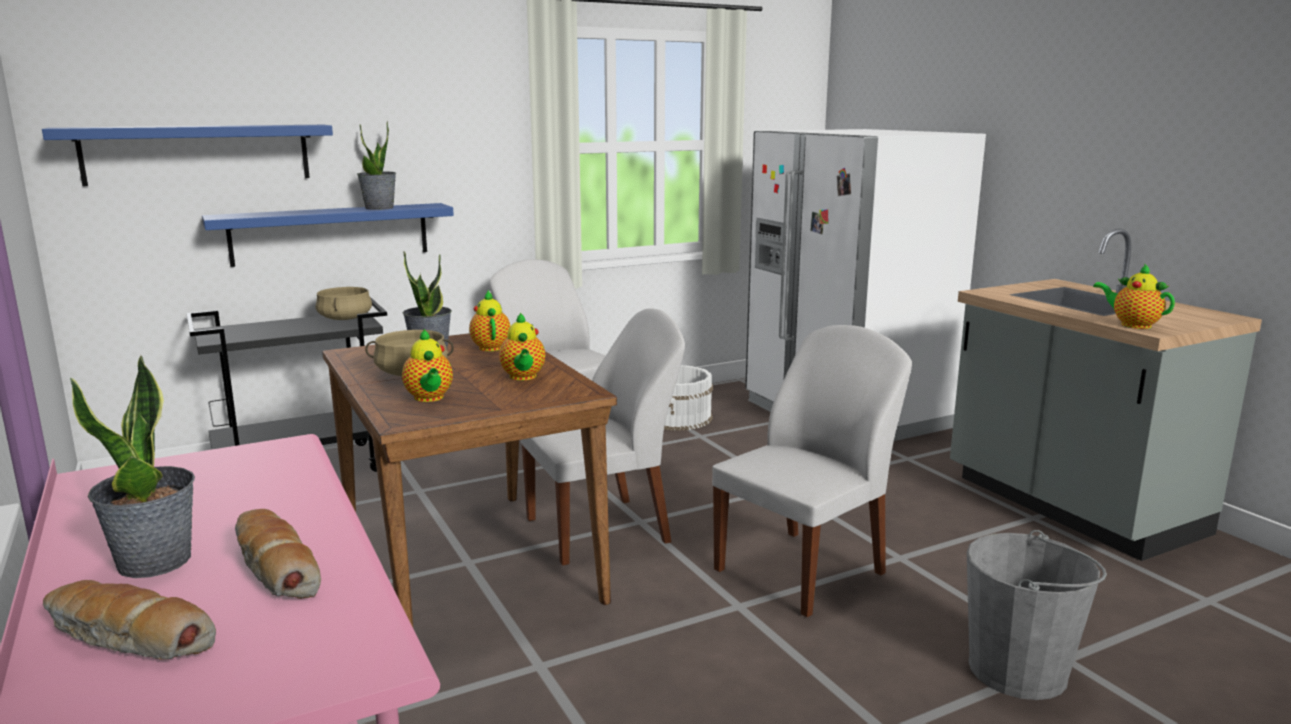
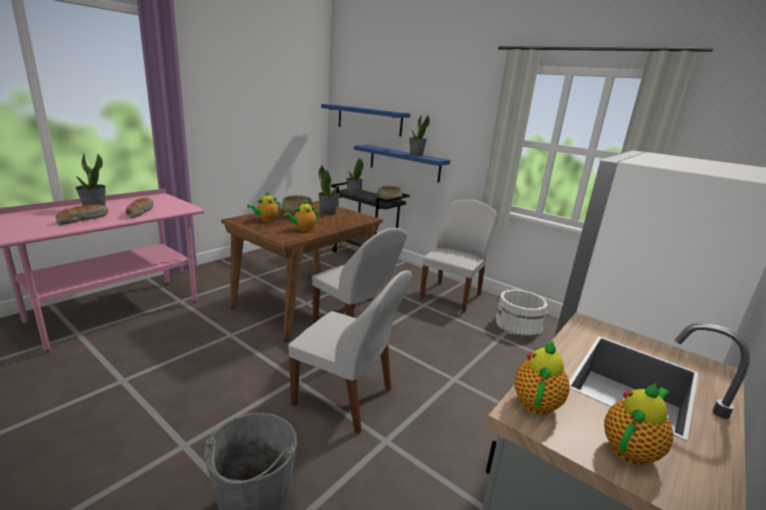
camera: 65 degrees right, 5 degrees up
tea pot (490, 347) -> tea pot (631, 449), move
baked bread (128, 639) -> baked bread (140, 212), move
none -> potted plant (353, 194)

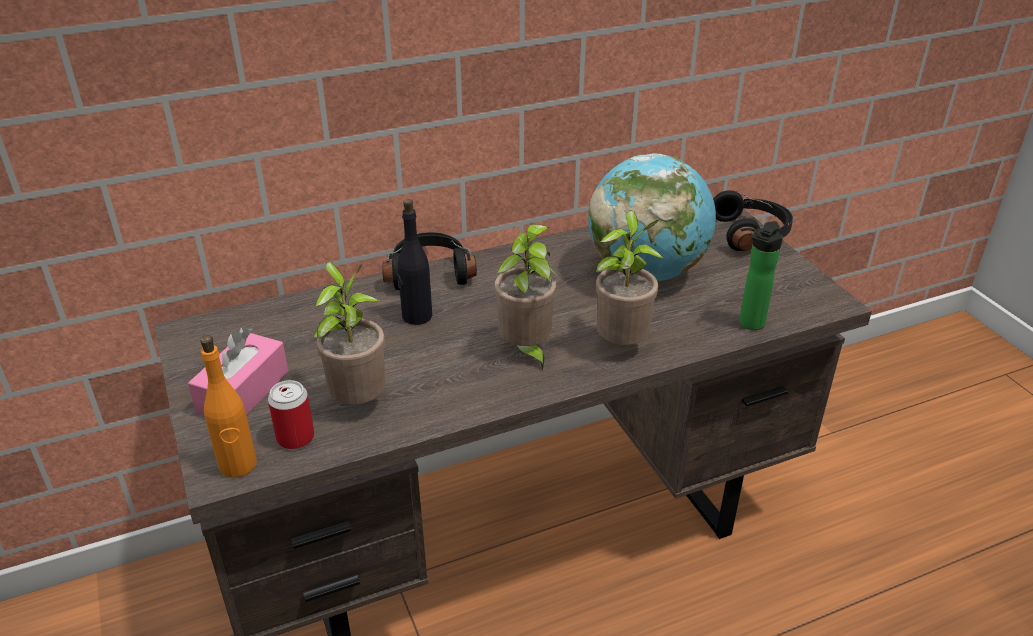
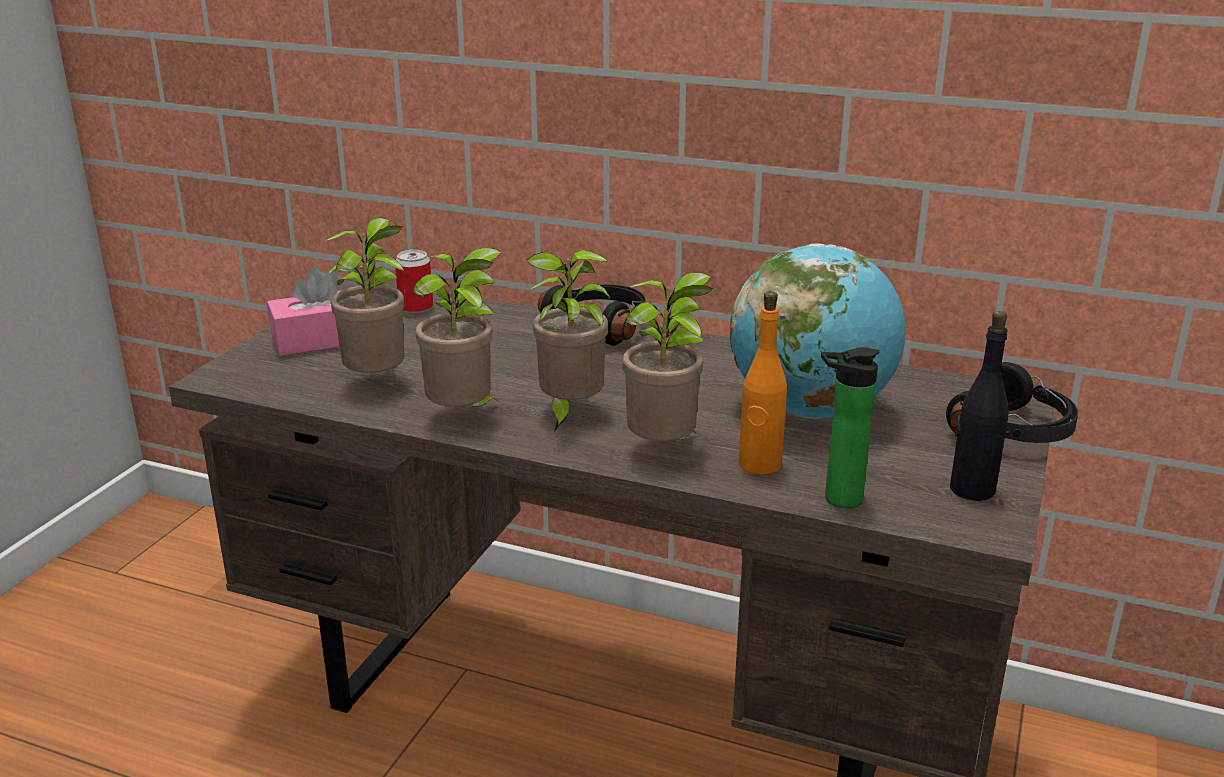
camera: 45 degrees right, 10 degrees down
blackish drink bottle (416, 316) -> blackish drink bottle (971, 489), move
orangey drink bottle (238, 465) -> orangey drink bottle (759, 465), move
can (295, 437) -> can (416, 307), move
none -> potted plant (464, 416)

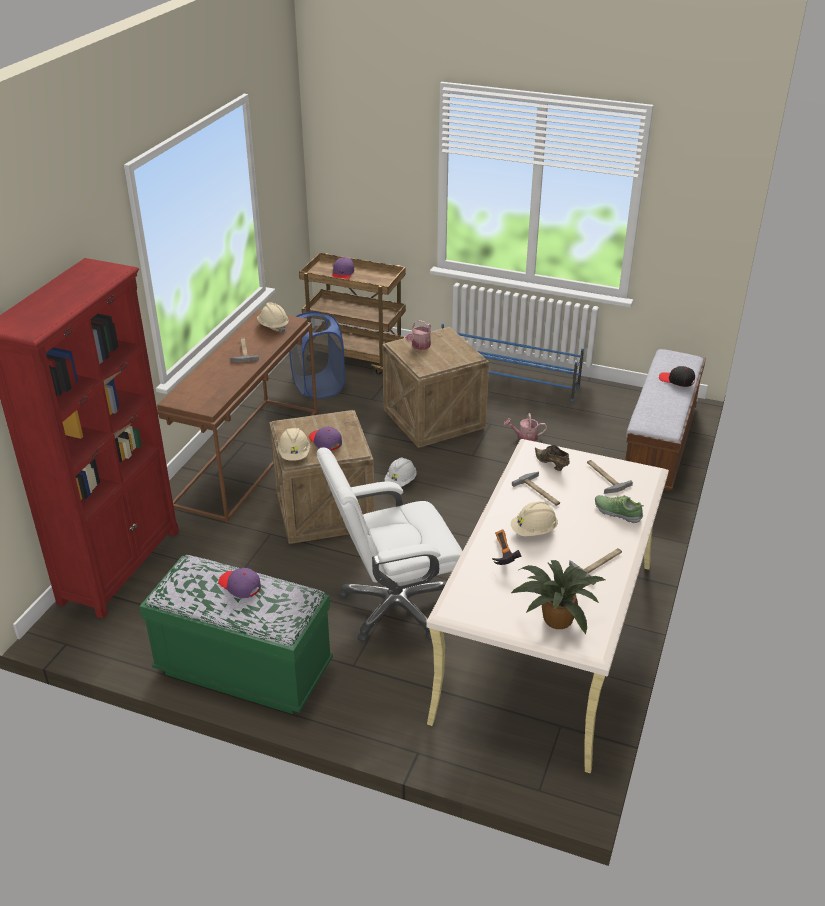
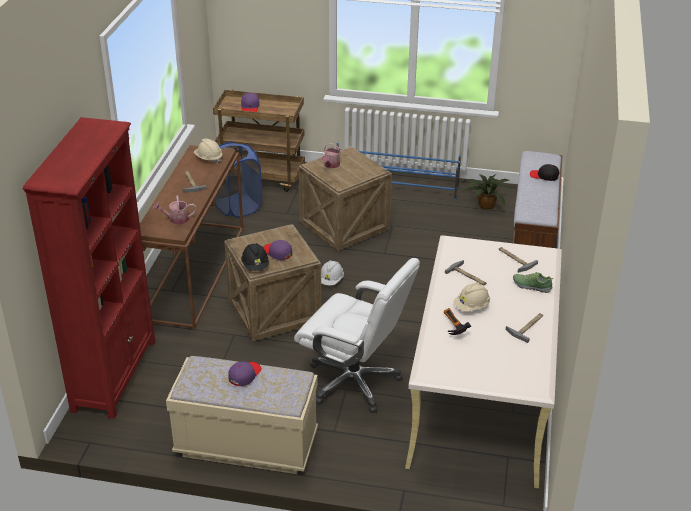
camera: 10 degrees left, 0 degrees up
watering can (524, 437) -> watering can (176, 219), move
sand-coloured safety helmet (294, 454) -> blackish safety helmet (255, 265)
brownish shoe (551, 464) -> none
white computer chair (394, 607) -> white computer chair (354, 382), 120 degrees counterclockwise
green long seat (244, 670) -> sand-coloured long seat (246, 445)
potted plant (555, 619) -> potted plant (484, 205), move
purple-coloured peaked cap (240, 586) -> purple-coloured peaked cap (244, 375), 90 degrees clockwise

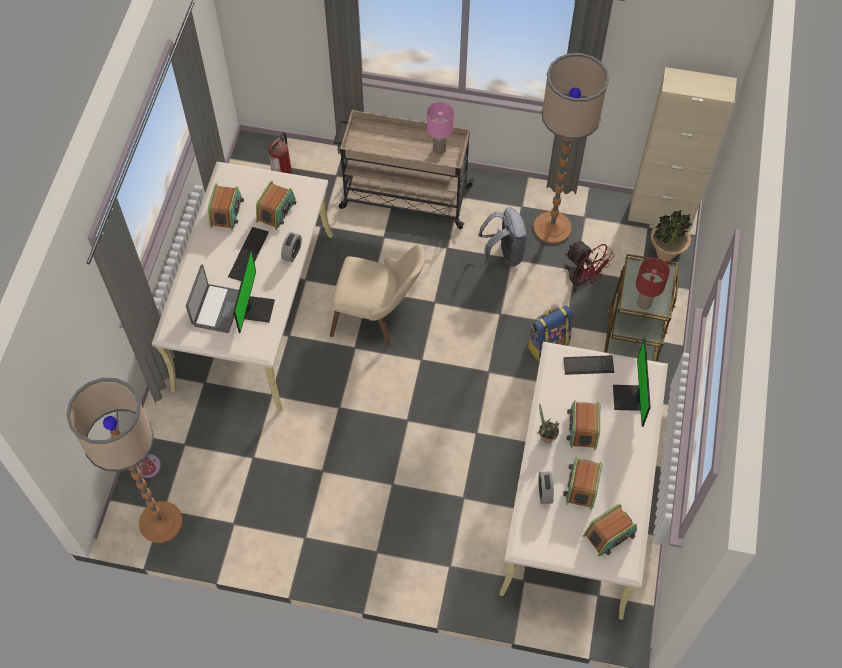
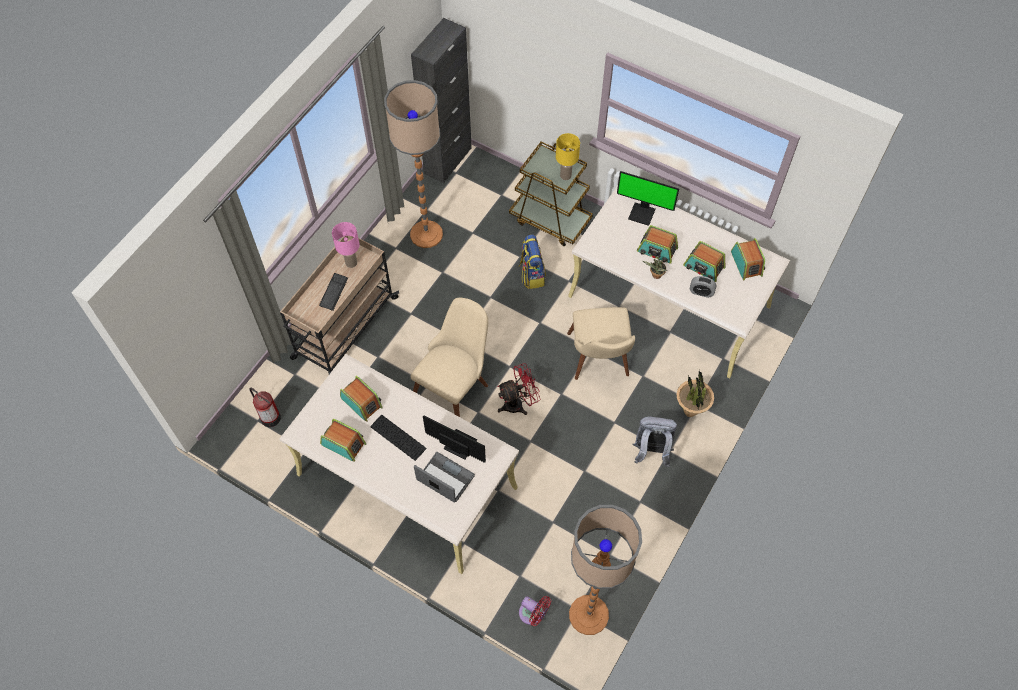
camera: 70 degrees left, 0 degrees up
sand-coloured cabinet (660, 214) -> blackish cabinet (448, 161)
greyish backpack (503, 254) -> greyish backpack (651, 451), move
potted plant (663, 258) -> potted plant (690, 412), move
table clock (292, 253) -> none
reddish electric fan (582, 280) -> reddish electric fan (518, 403), move
reddish lamp for a table (643, 303) -> yellow-coloured lamp for a table (565, 175)
keyboard (588, 365) -> keyboard (333, 292), move
none -> sand-coloured upright chair (600, 362)

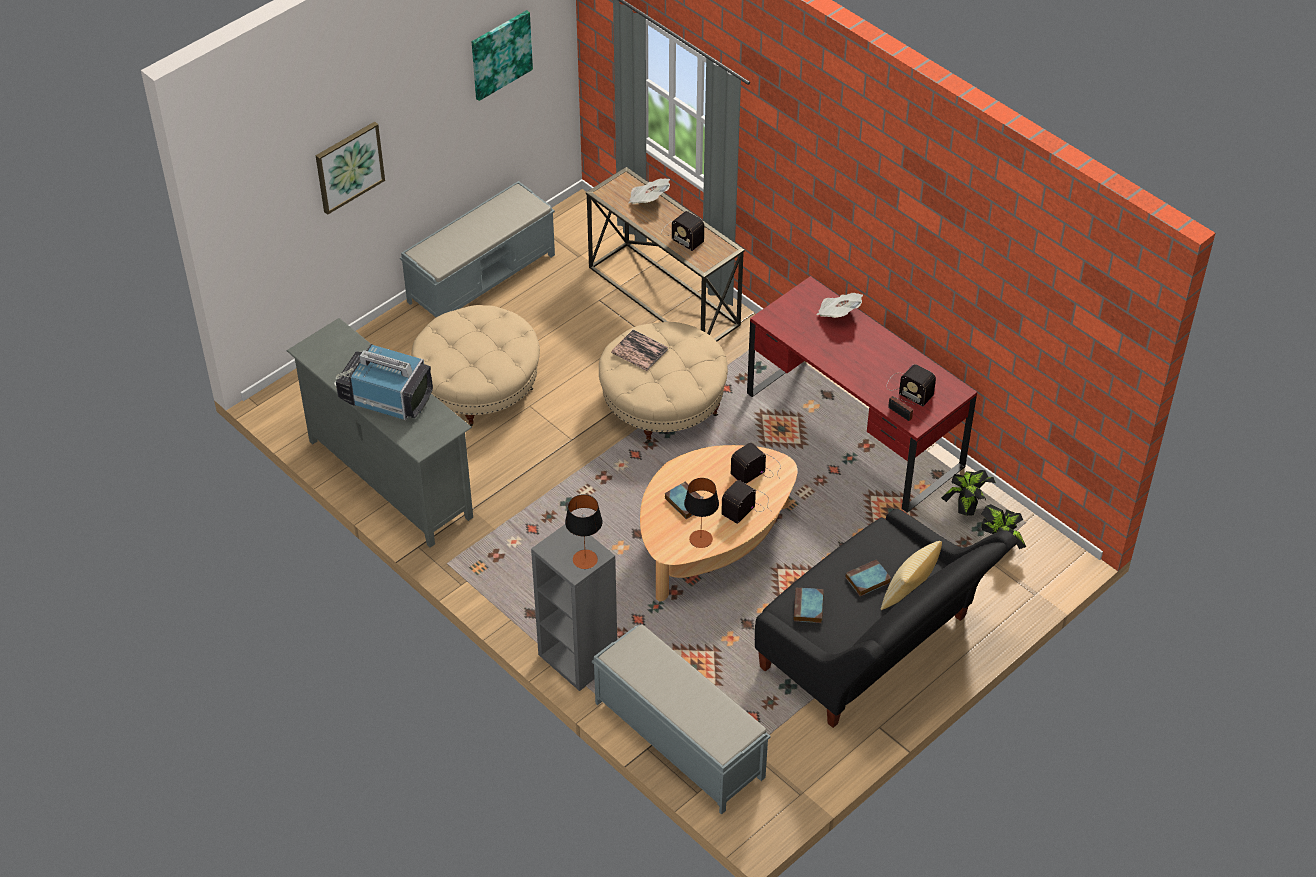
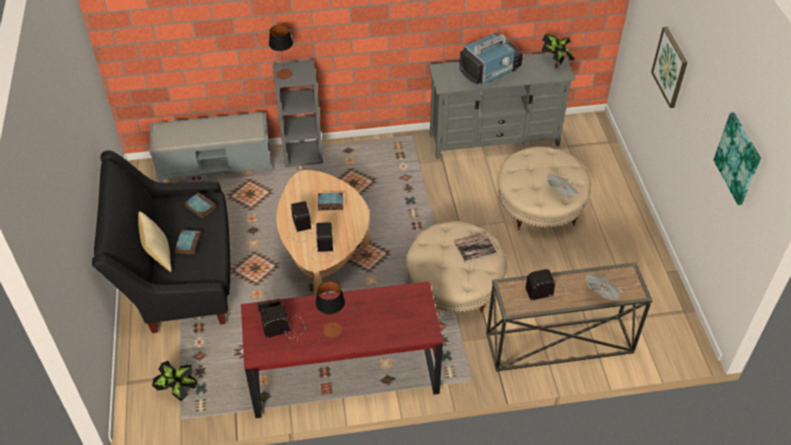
camera: 125 degrees right, 0 degrees up
greyish long seat (482, 277) -> none
printed paper (838, 313) -> printed paper (561, 192), move
potted plant (966, 506) -> potted plant (555, 64), move
lamp for a table (700, 539) -> lamp for a table (332, 329), move

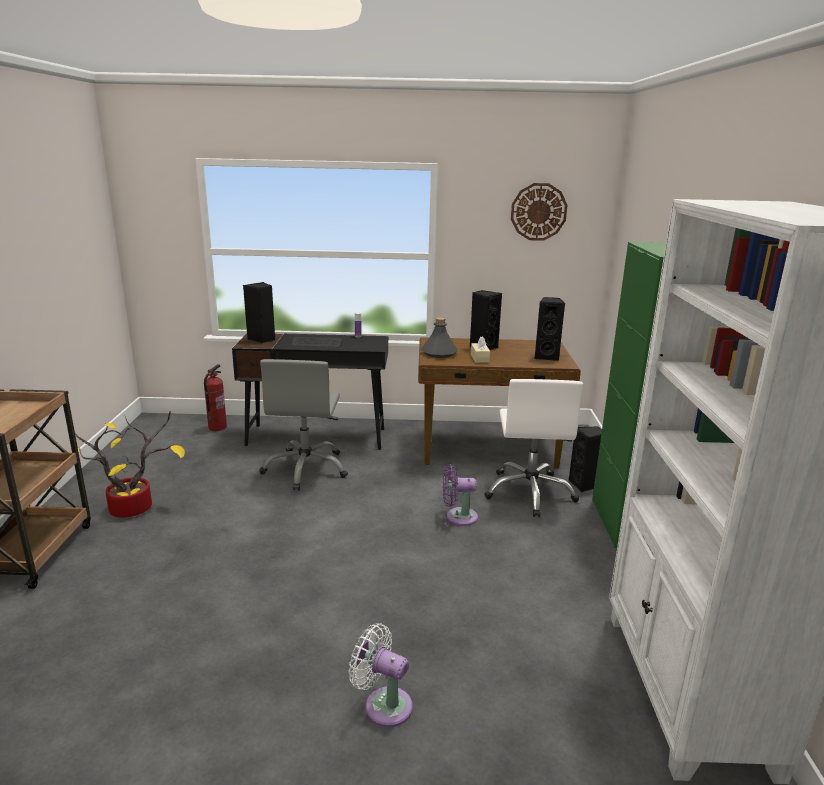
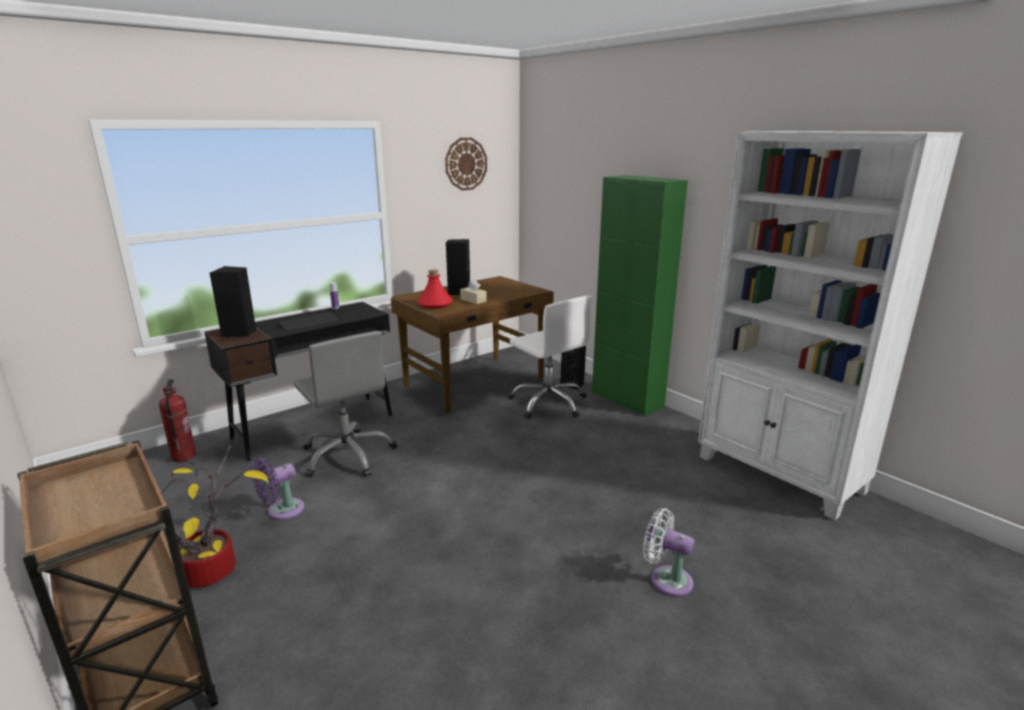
camera: 40 degrees left, 0 degrees up
blackish speaker (546, 356) -> none
greyish drink bottle (439, 353) -> reddish drink bottle (435, 304)
purple-coloured electric fan (458, 517) -> purple-coloured electric fan (281, 511), move
white electric fan (383, 704) -> white electric fan (667, 579), 45 degrees clockwise

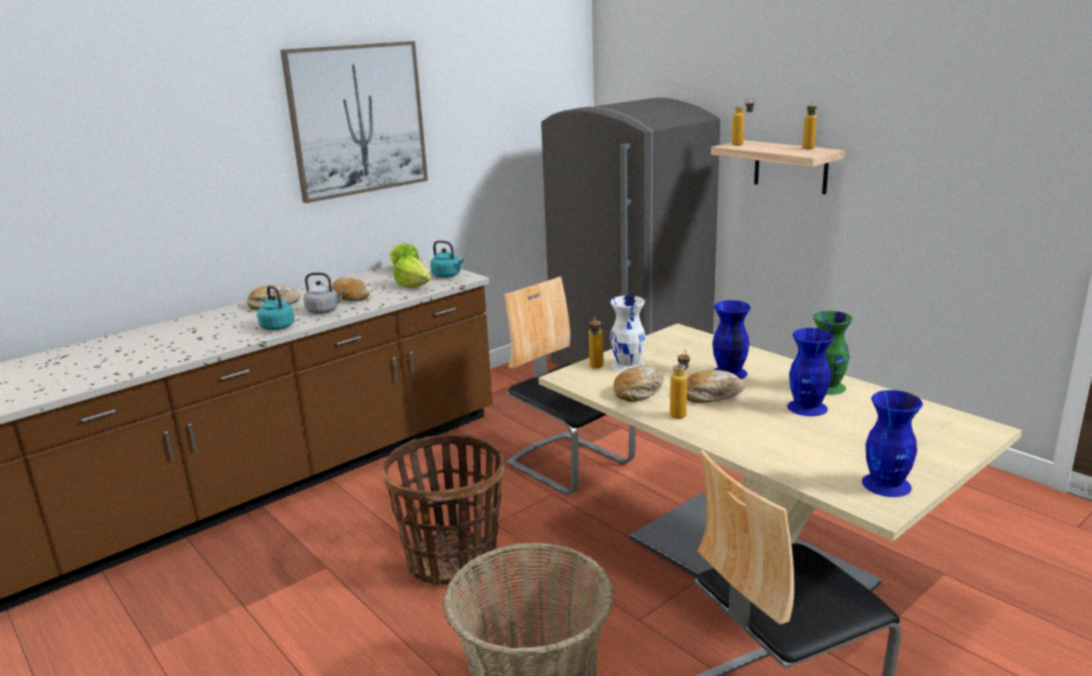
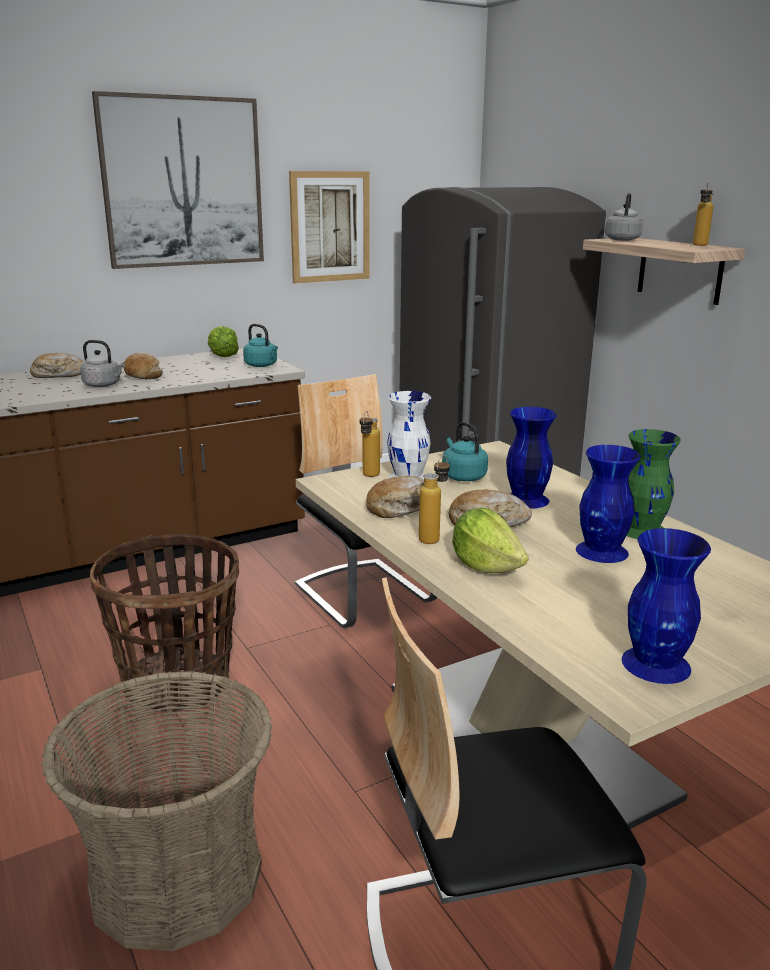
camera: 10 degrees right, 0 degrees up
drink bottle (742, 144) -> greyish kettle (622, 239)
head of lettuce (413, 286) -> head of lettuce (486, 566), move
blue-green kettle (276, 326) -> blue-green kettle (462, 476), move
none -> wall art (330, 227)

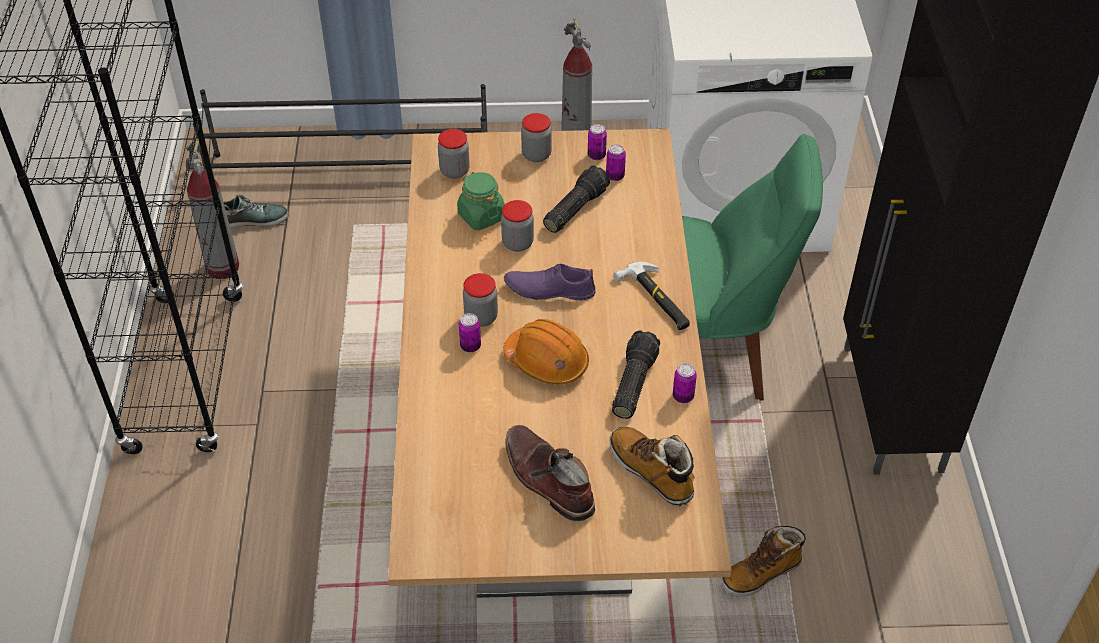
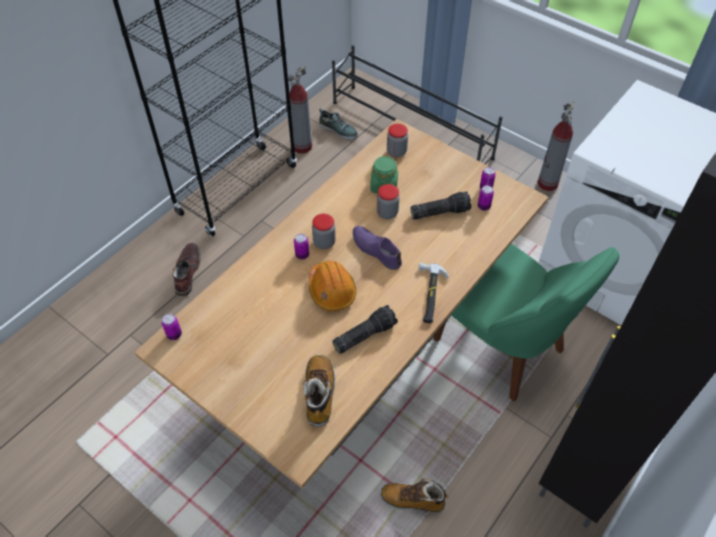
camera: 40 degrees right, 5 degrees up
preserve jar (536, 155) -> none
can (683, 396) -> can (174, 335), move
brownish boot (547, 479) -> brownish boot (187, 272), move

